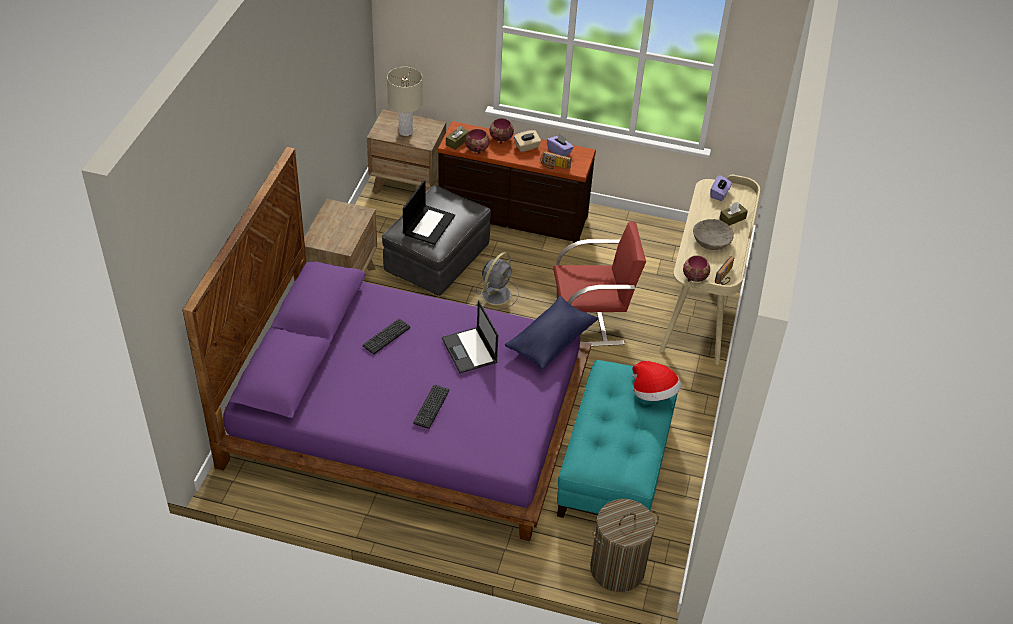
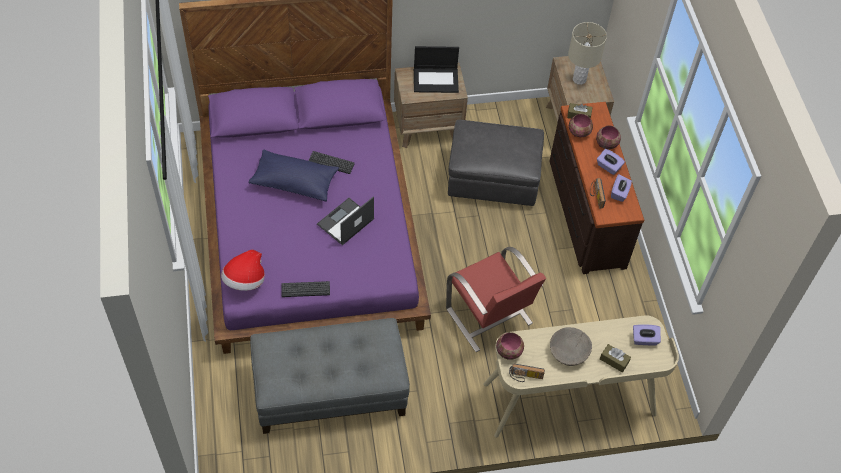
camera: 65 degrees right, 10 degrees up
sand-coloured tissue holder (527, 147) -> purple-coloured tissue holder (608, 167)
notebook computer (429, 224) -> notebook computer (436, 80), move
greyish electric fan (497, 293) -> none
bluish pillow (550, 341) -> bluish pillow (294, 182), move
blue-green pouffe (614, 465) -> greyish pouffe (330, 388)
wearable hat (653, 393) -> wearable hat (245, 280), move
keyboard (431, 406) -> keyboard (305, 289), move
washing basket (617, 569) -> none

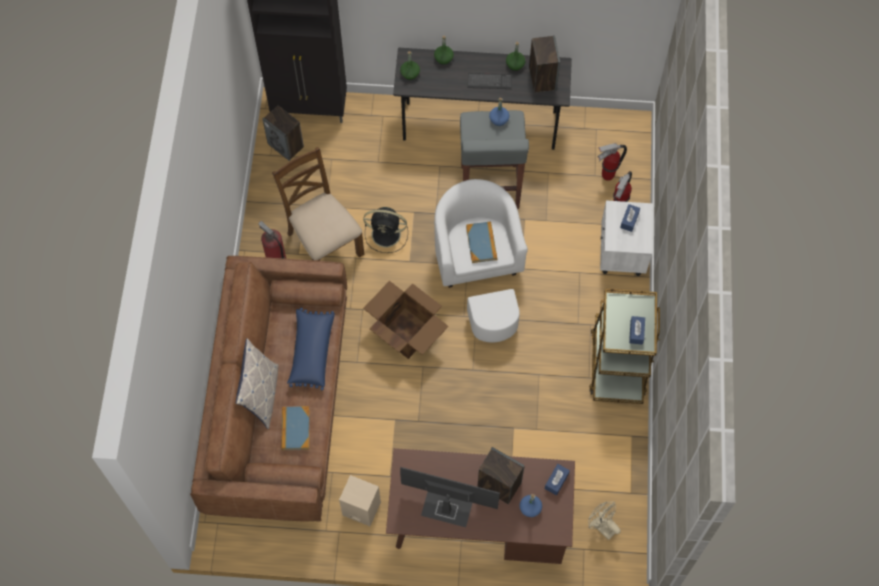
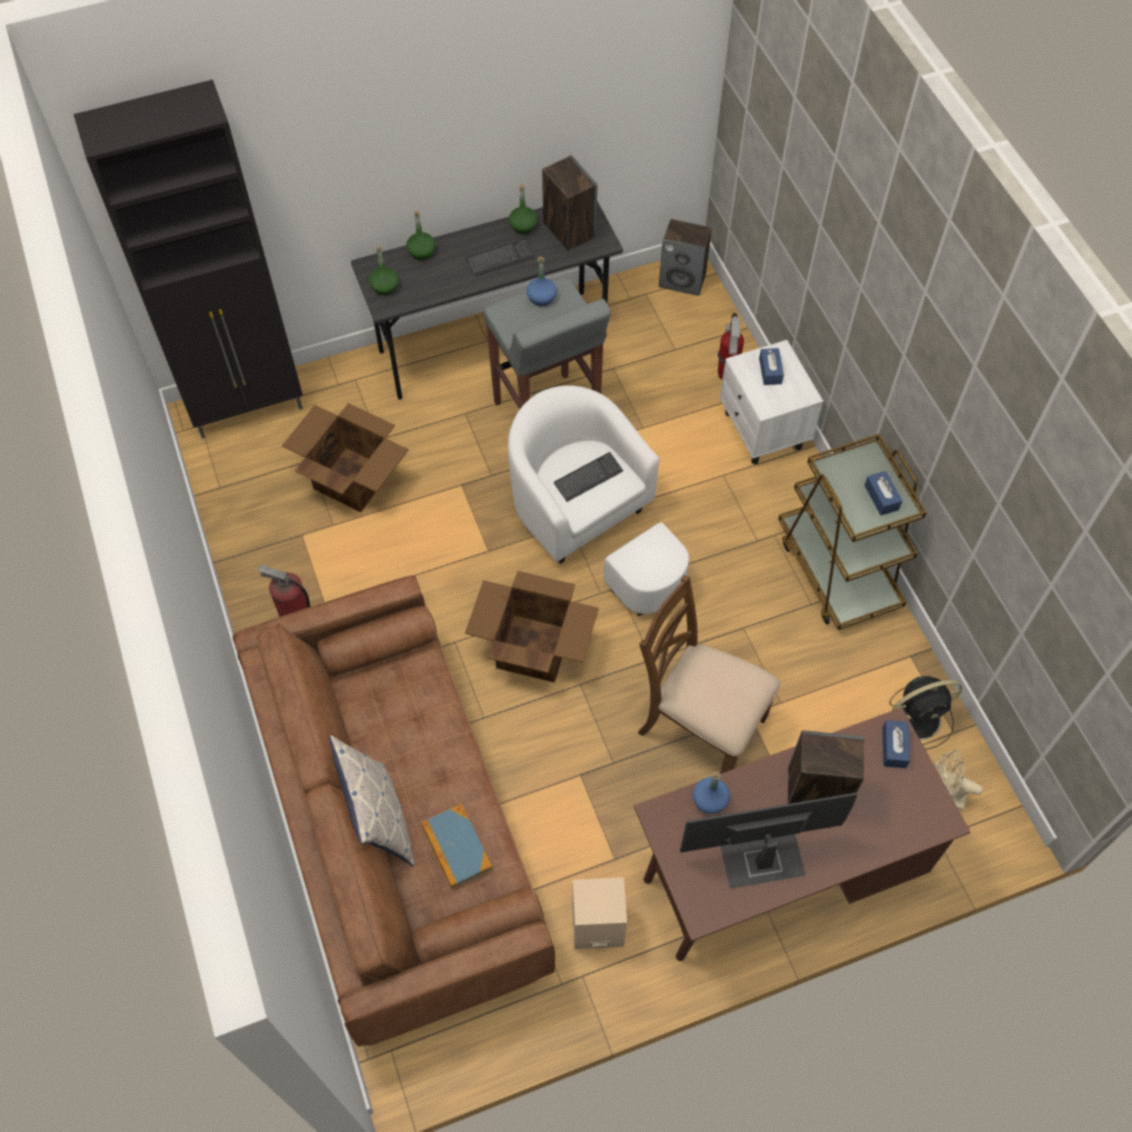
camera: 25 degrees left, 5 degrees down
speaker (286, 145) -> speaker (682, 280), move
fire-fighting cylinder (607, 175) -> none
brownish upright chair (324, 243) -> brownish upright chair (700, 724), move
blackish electric fan (387, 234) -> blackish electric fan (918, 718), move
book (481, 243) -> keyboard (588, 478)
bluish pillow (311, 352) -> none
bluish drink bottle (530, 508) -> bluish drink bottle (710, 800), move
none -> packing box (352, 478)

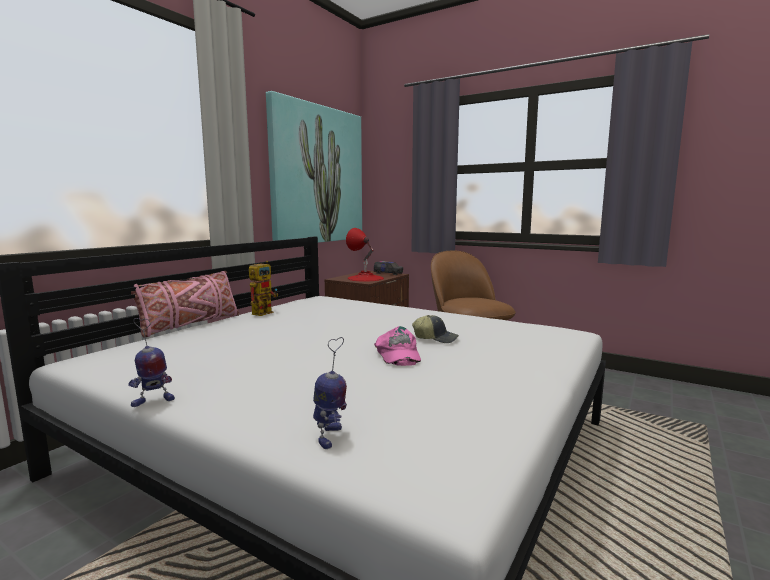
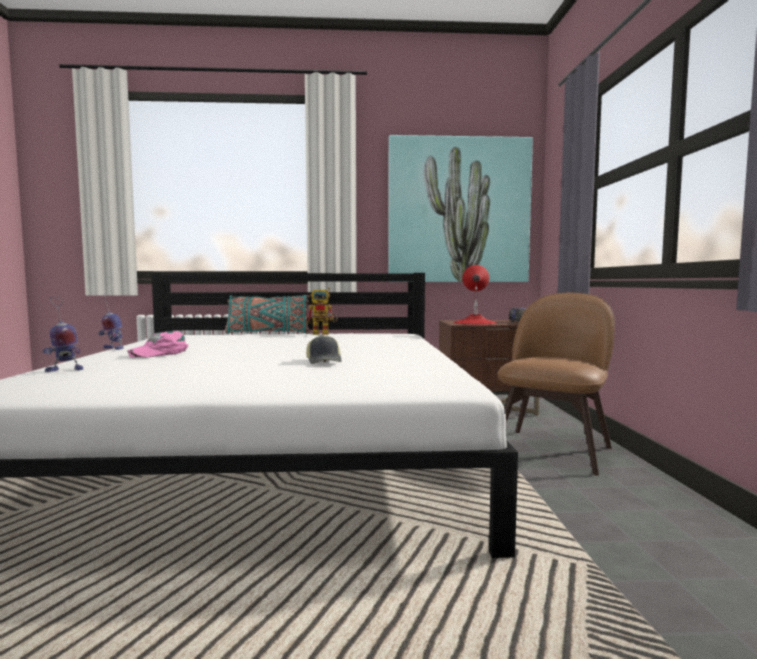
camera: 55 degrees right, 5 degrees down
pink pillow (190, 325) -> blue-green pillow (267, 333)
pink peaked cap (397, 354) -> pink peaked cap (160, 353), move

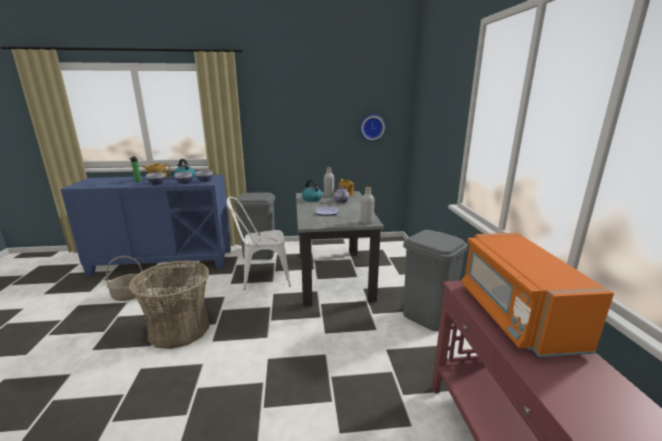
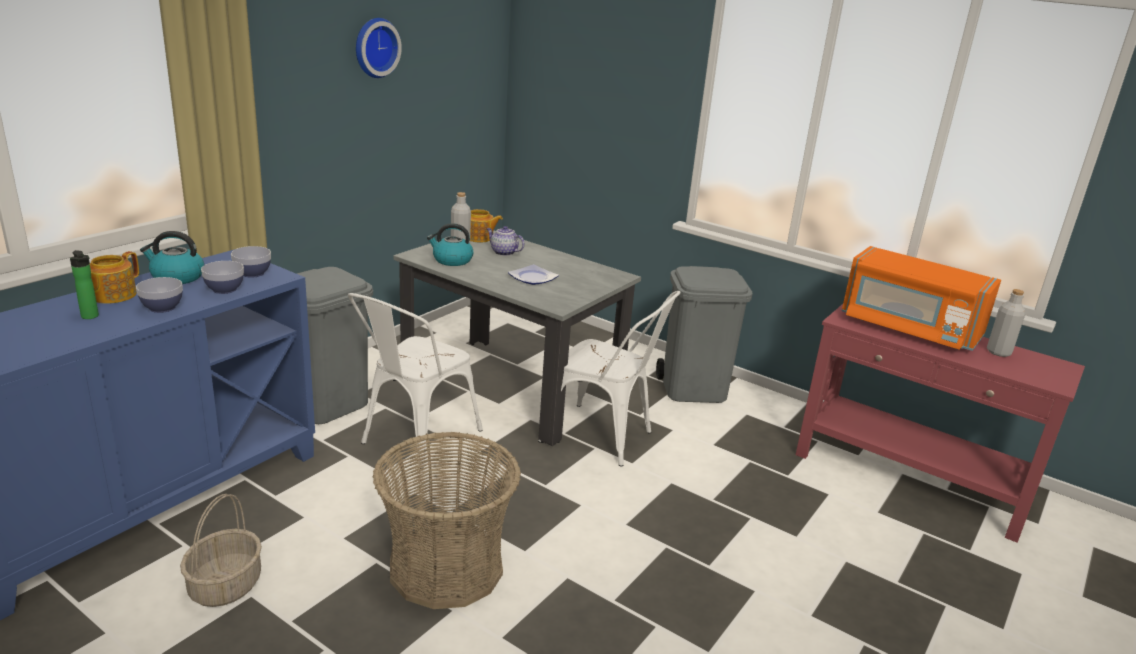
camera: 50 degrees left, 5 degrees up
wall clock (371, 127) -> wall clock (374, 47), move
greyish drink bottle (366, 222) -> greyish drink bottle (998, 352), move
none -> white upright chair (605, 438)

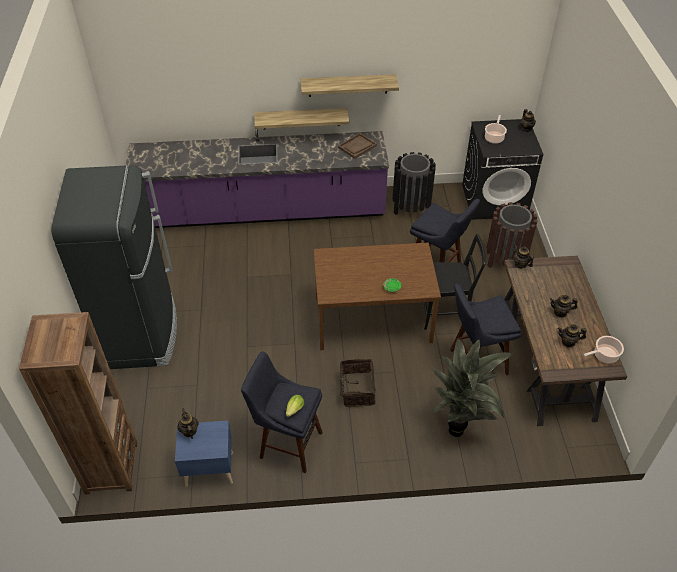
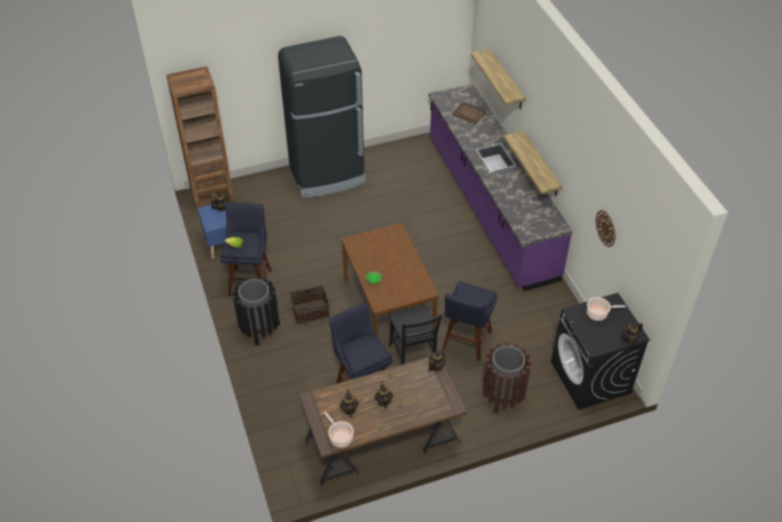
camera: 75 degrees right, 0 degrees up
wall shelf (348, 85) -> wall shelf (506, 80), move
brownish tray (357, 147) -> brownish tray (468, 114), move
blackish waste bin (411, 207) -> blackish waste bin (260, 329), move
potted plant (459, 429) -> none
none -> wall clock (606, 228)

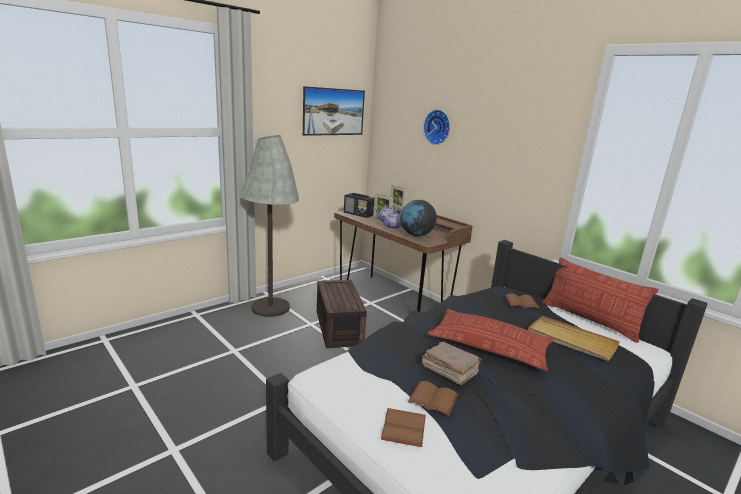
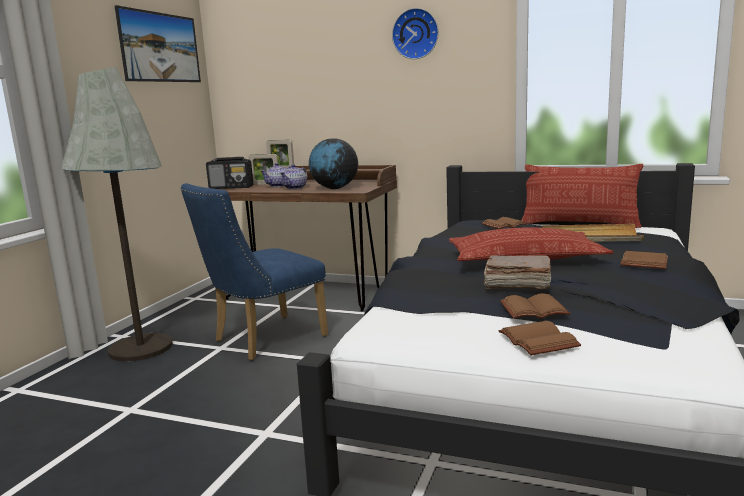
camera: 25 degrees left, 5 degrees down
wall clock (438, 127) -> wall clock (416, 34), move
brownish storage box (337, 327) -> bluish upright chair (262, 340)
none -> brownish book (645, 262)

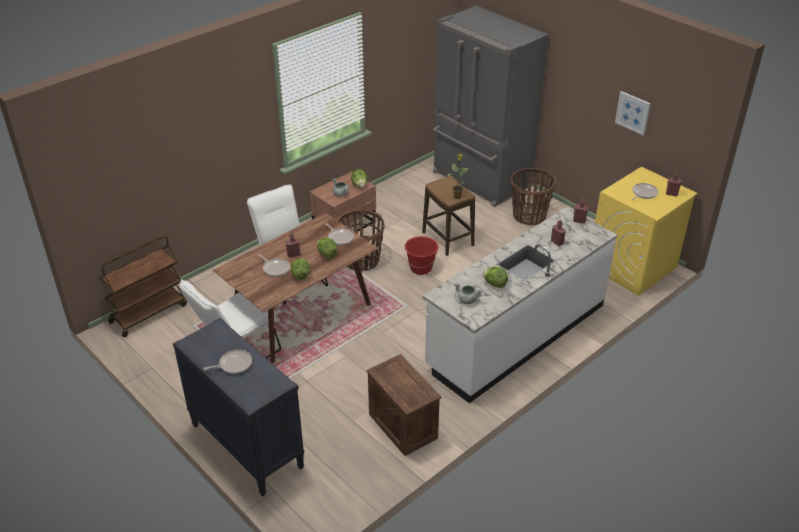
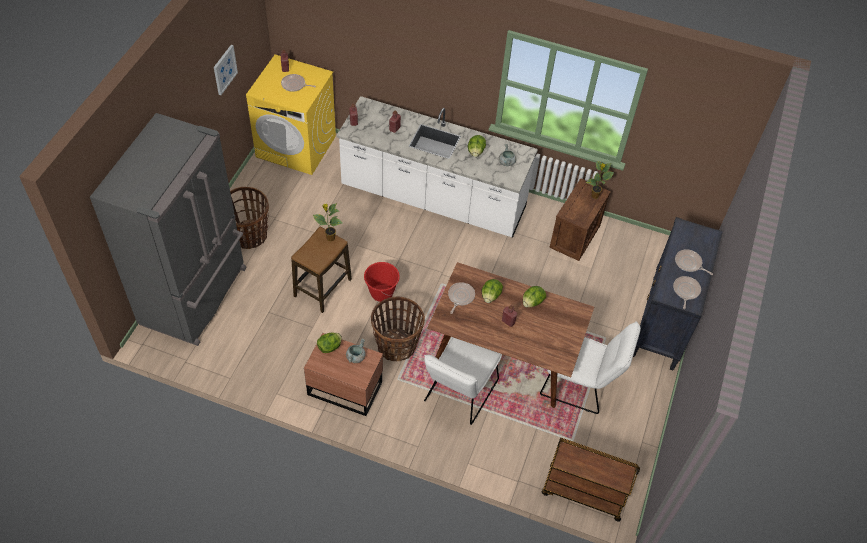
camera: 120 degrees left, 15 degrees up
skillet (275, 268) -> skillet (685, 291), move
none -> potted plant (594, 196)

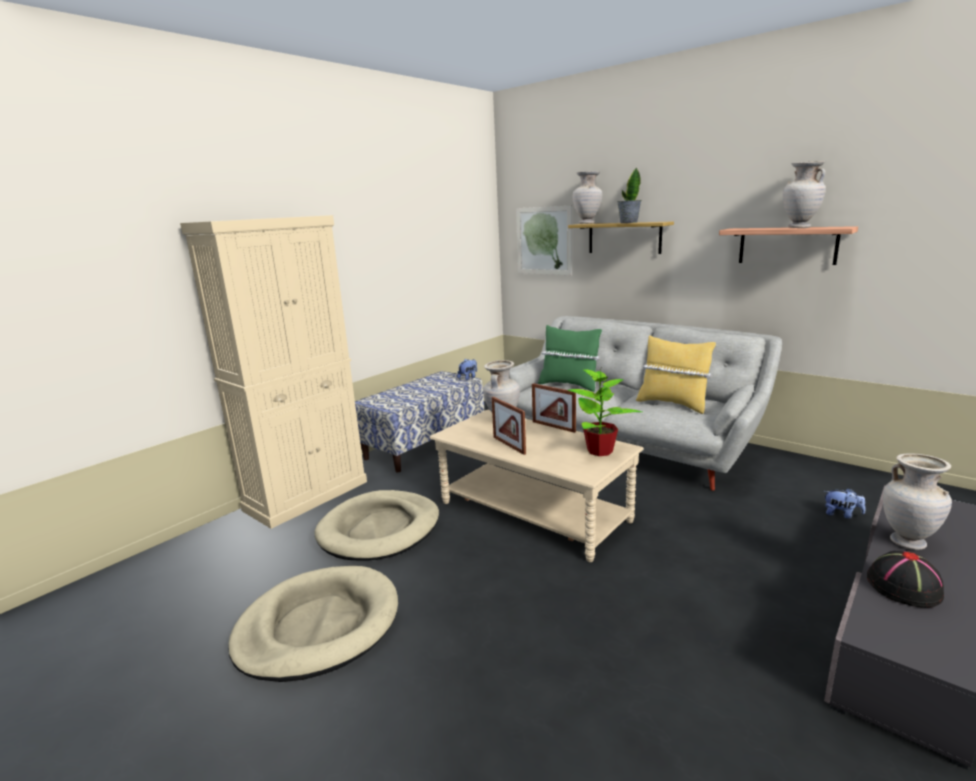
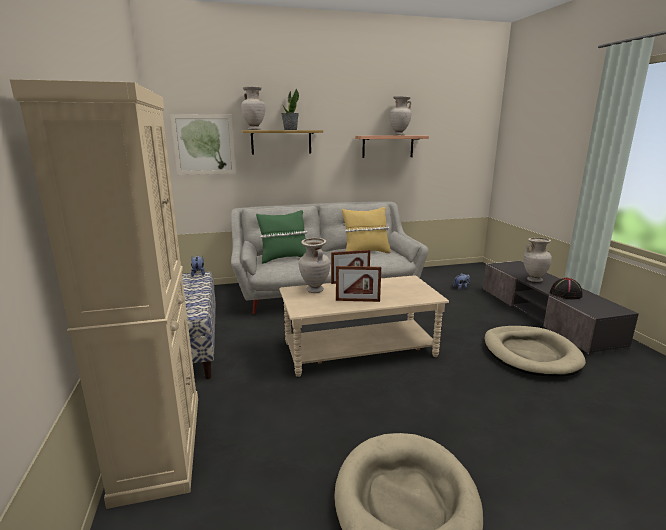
camera: 55 degrees left, 0 degrees up
potted plant (600, 451) -> none
sand-coloured dog bed (380, 529) -> sand-coloured dog bed (530, 354), move

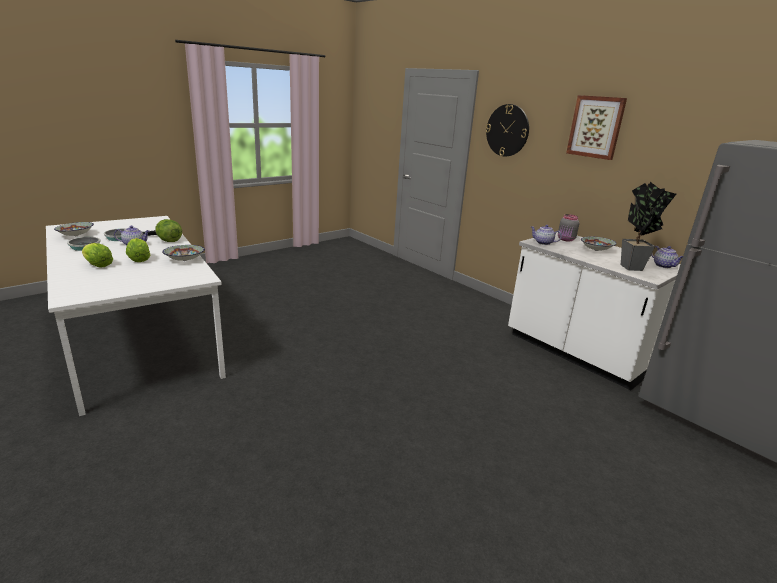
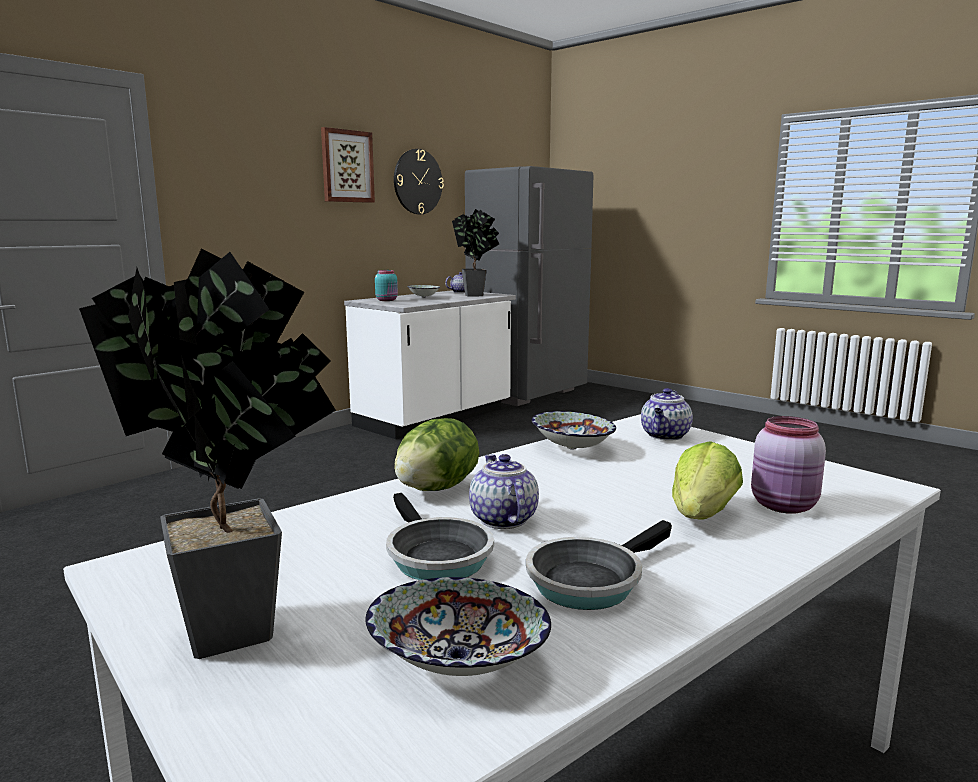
camera: 95 degrees left, 10 degrees down
wall clock (507, 130) -> wall clock (417, 182), move
greyish preserve jar (566, 240) -> blue-green preserve jar (387, 300)
tea pot (543, 243) -> tea pot (665, 436), move
head of lettuce (139, 259) -> none
none -> potted plant (246, 632)
none -> pink preserve jar (784, 506)

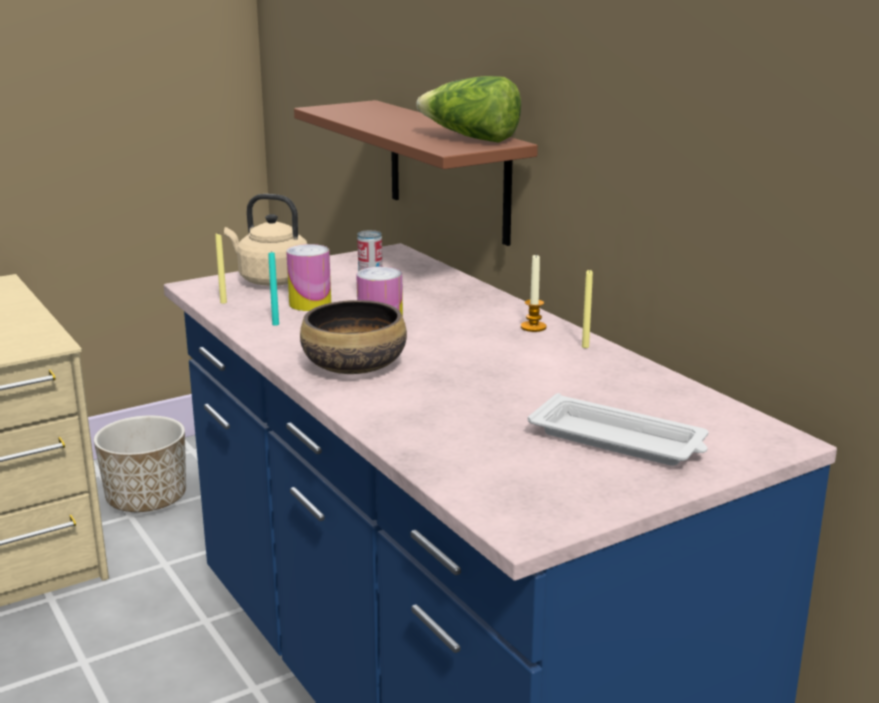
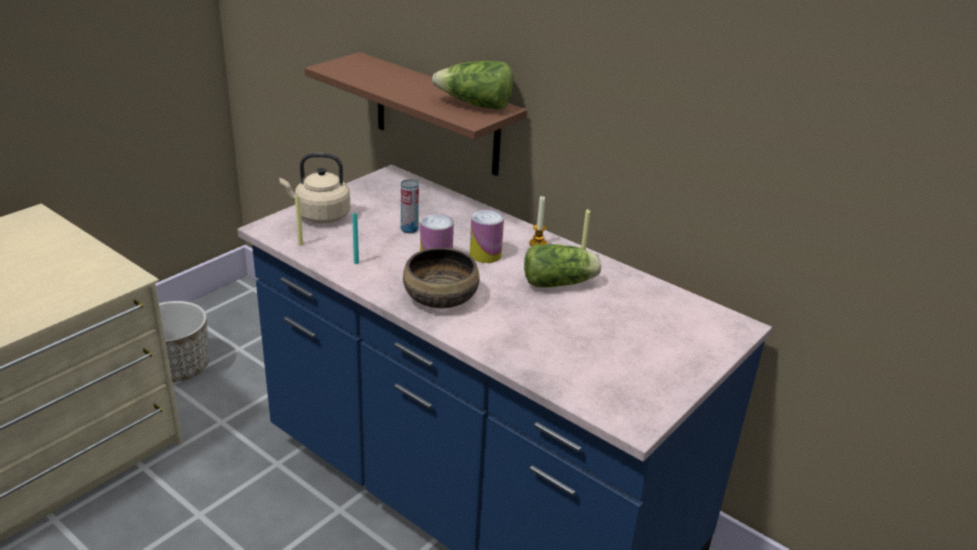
camera: 20 degrees left, 10 degrees up
can (310, 304) -> can (485, 254), move
white tray (619, 441) -> none
none -> head of lettuce (561, 283)

